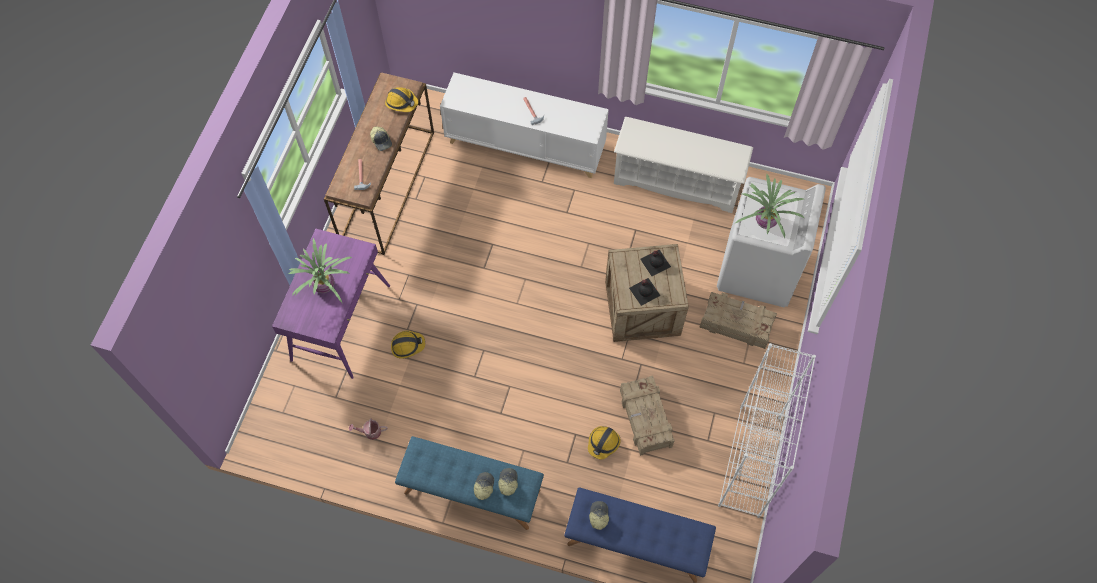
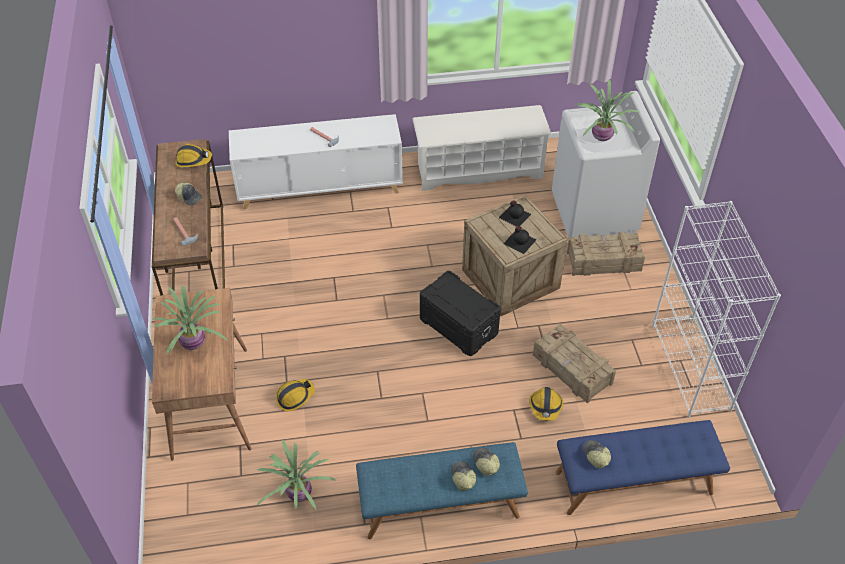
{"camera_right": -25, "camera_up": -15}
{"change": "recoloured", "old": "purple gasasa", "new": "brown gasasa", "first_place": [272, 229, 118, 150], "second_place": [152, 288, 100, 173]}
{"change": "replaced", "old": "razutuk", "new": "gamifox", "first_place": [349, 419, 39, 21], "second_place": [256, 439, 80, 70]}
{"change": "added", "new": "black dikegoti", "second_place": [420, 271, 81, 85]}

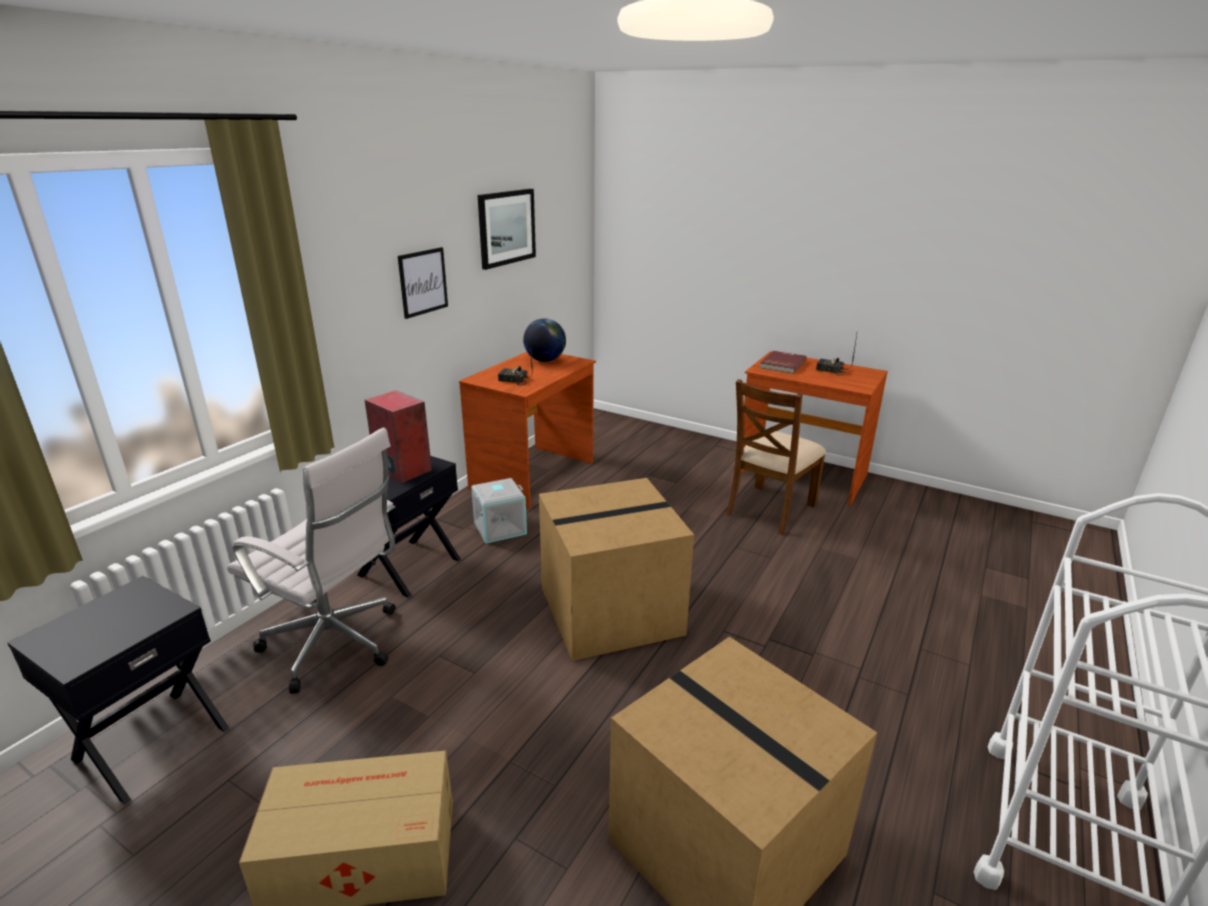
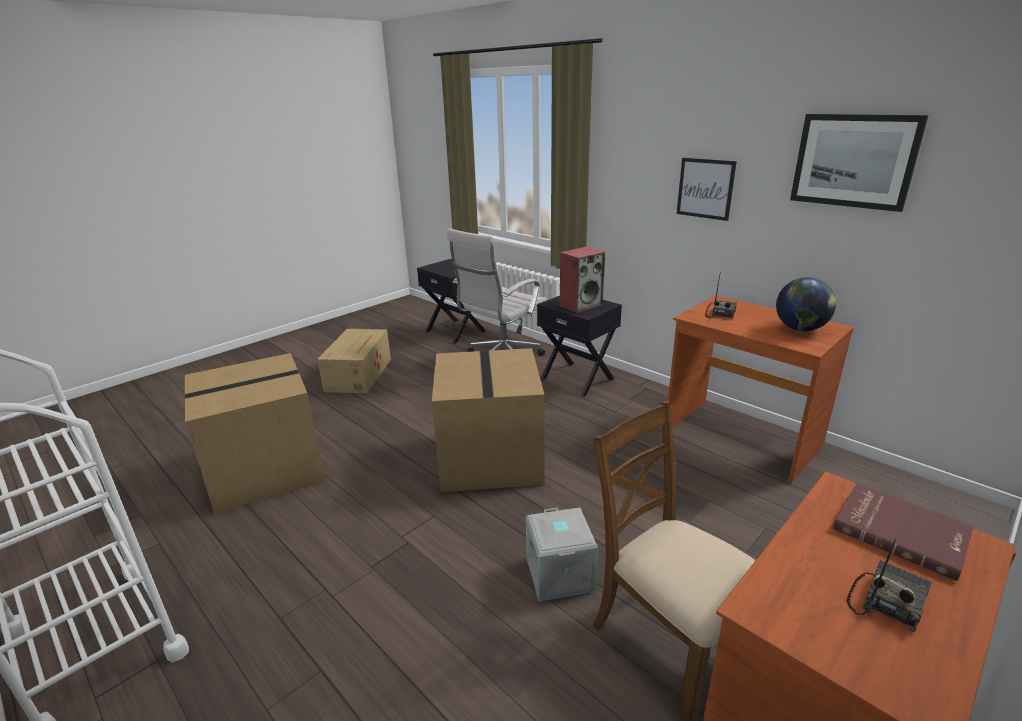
{"camera_right": 105, "camera_up": 0}
{"change": "moved", "old": "grey dikegoti", "first_place": [471, 478, 56, 65], "second_place": [526, 508, 72, 93]}

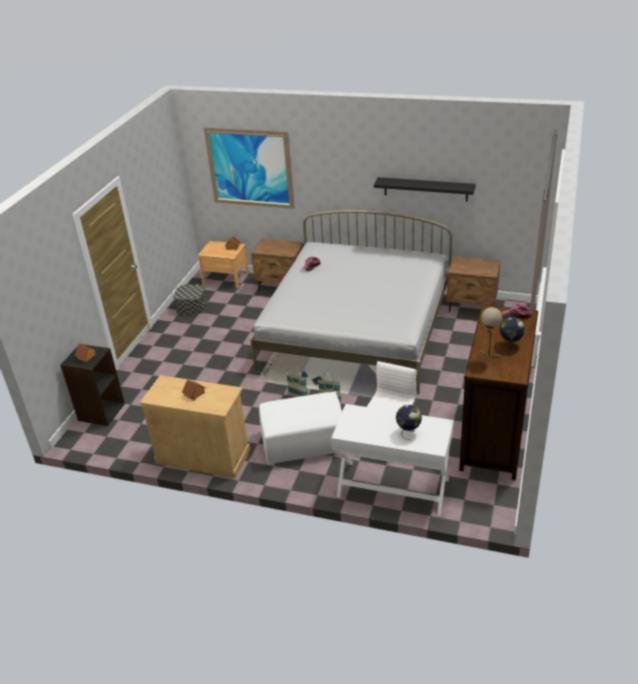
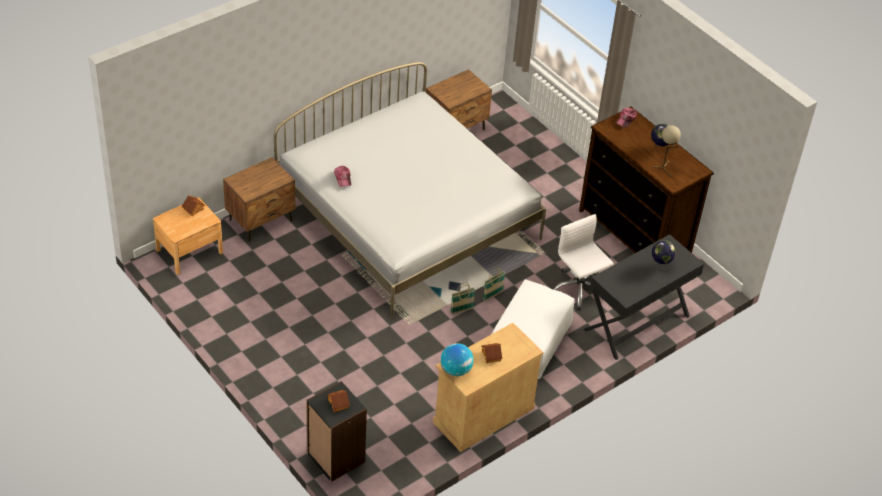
{"camera_right": -60, "camera_up": 10}
{"change": "removed", "old": "dikegoti", "first_place": [173, 284, 34, 31]}
{"change": "removed", "old": "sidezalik", "first_place": [204, 127, 91, 82]}
{"change": "recoloured", "old": "white gasasa", "new": "black gasasa", "first_place": [331, 404, 123, 112], "second_place": [584, 234, 120, 126]}
{"change": "removed", "old": "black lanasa", "first_place": [374, 177, 102, 24]}
{"change": "added", "new": "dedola", "second_place": [441, 343, 33, 33]}

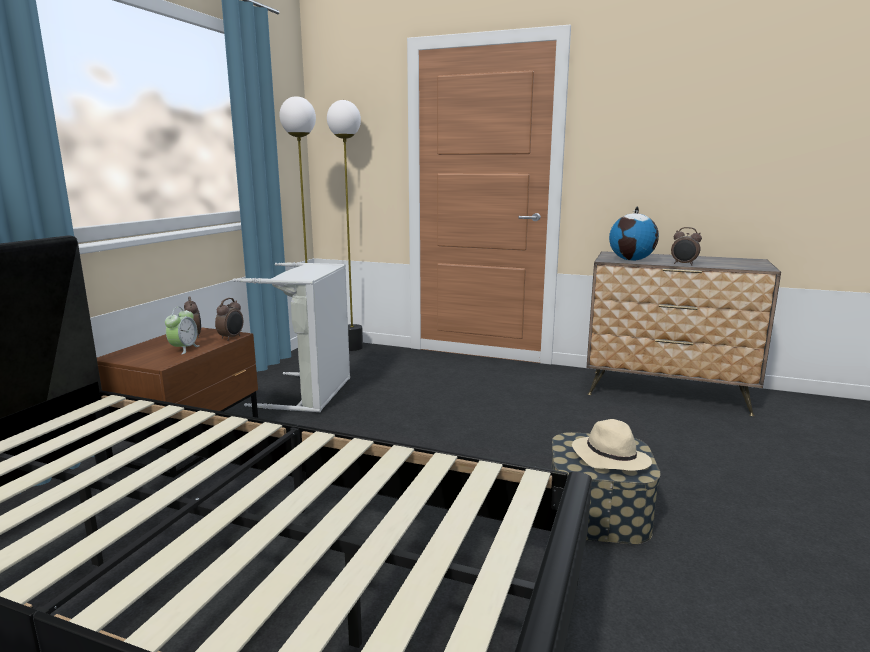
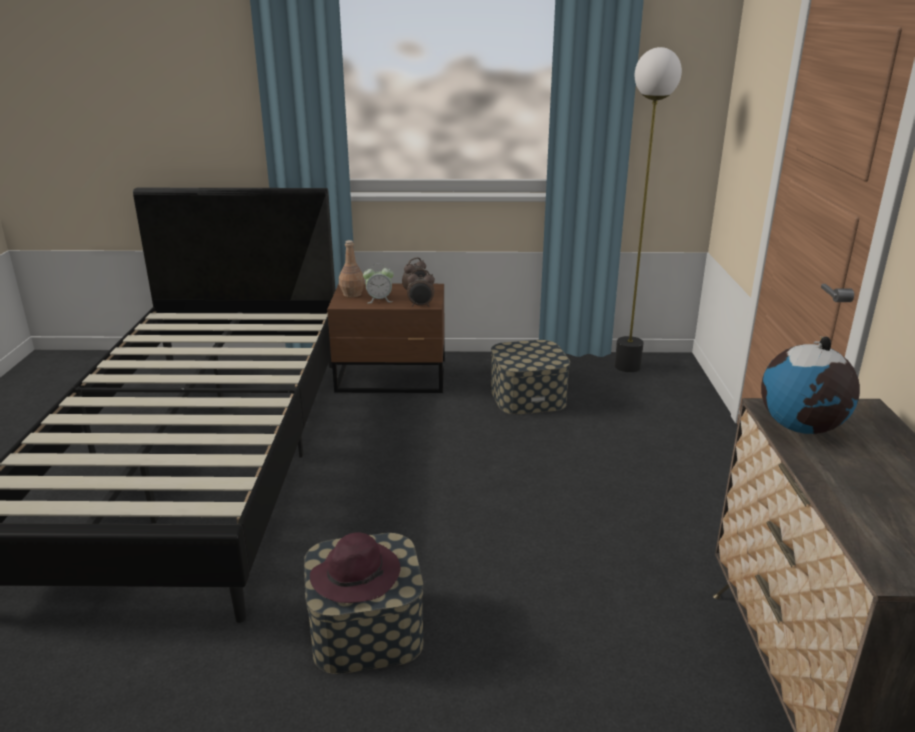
{"camera_right": 70, "camera_up": 10}
{"change": "replaced", "old": "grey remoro", "new": "dikegoti", "first_place": [232, 262, 118, 150], "second_place": [491, 340, 79, 75]}
{"change": "removed", "old": "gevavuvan", "first_place": [327, 100, 36, 251]}
{"change": "recoloured", "old": "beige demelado", "new": "purple demelado", "first_place": [572, 419, 80, 52], "second_place": [310, 532, 90, 71]}
{"change": "removed", "old": "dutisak", "first_place": [671, 227, 31, 39]}
{"change": "added", "new": "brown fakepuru", "second_place": [339, 240, 26, 58]}

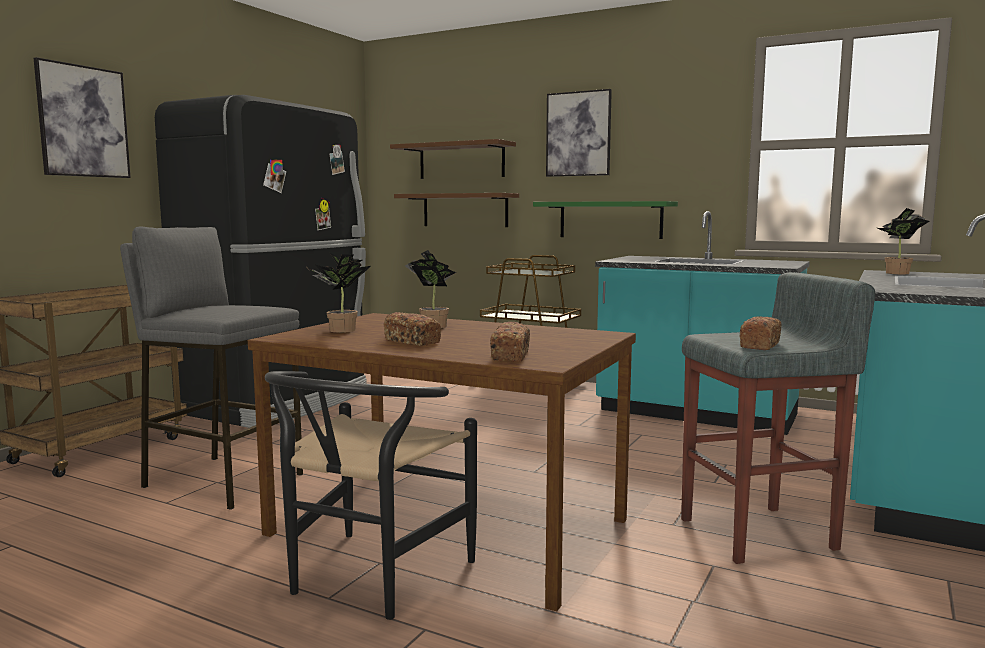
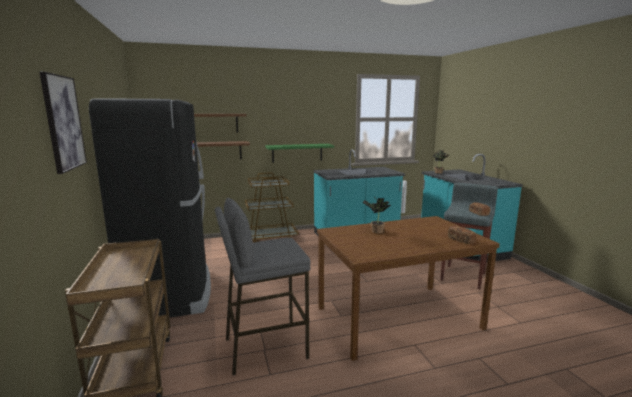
{"camera_right": -45, "camera_up": 5}
{"change": "removed", "old": "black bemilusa", "first_place": [265, 371, 212, 249]}
{"change": "removed", "old": "gamifox", "first_place": [307, 252, 63, 81]}
{"change": "removed", "old": "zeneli", "first_place": [384, 312, 57, 34]}
{"change": "removed", "old": "sidezalik", "first_place": [546, 89, 66, 88]}

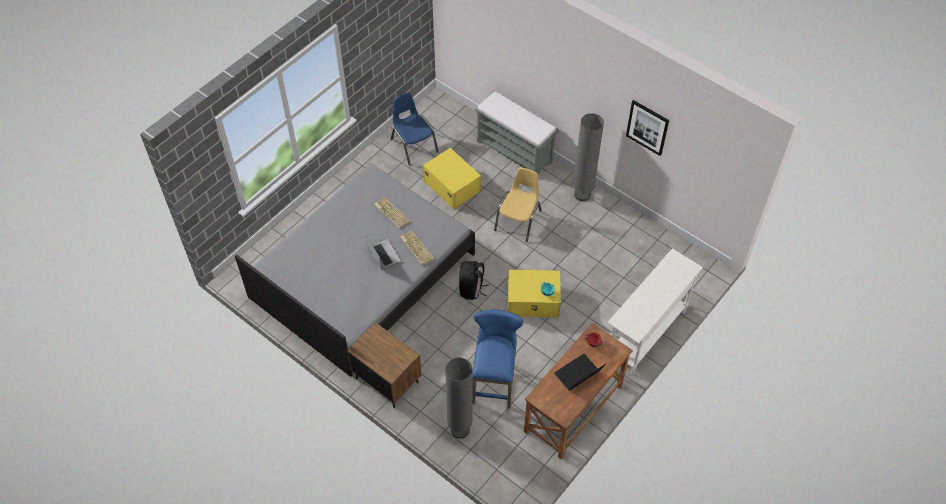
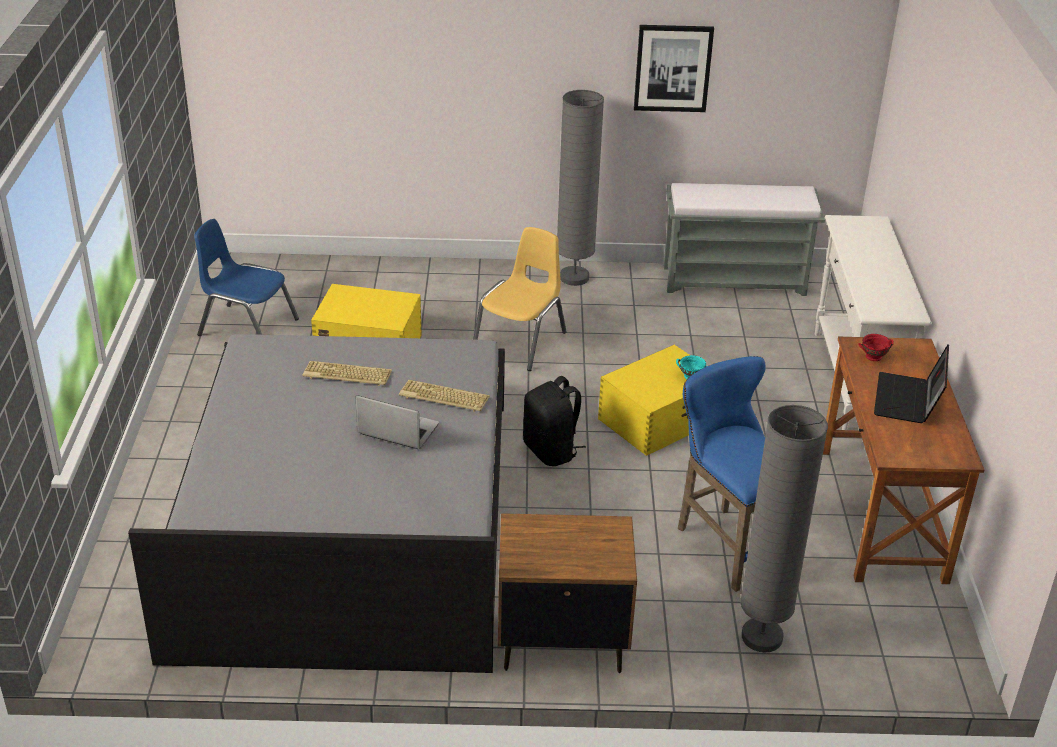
{"camera_right": -40, "camera_up": -20}
{"change": "moved", "old": "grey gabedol", "first_place": [475, 90, 84, 85], "second_place": [664, 183, 161, 113]}
{"change": "turned", "old": "yellow bemilusa", "first_place": [494, 167, 48, 75], "second_place": [473, 227, 94, 144], "degrees": 45}

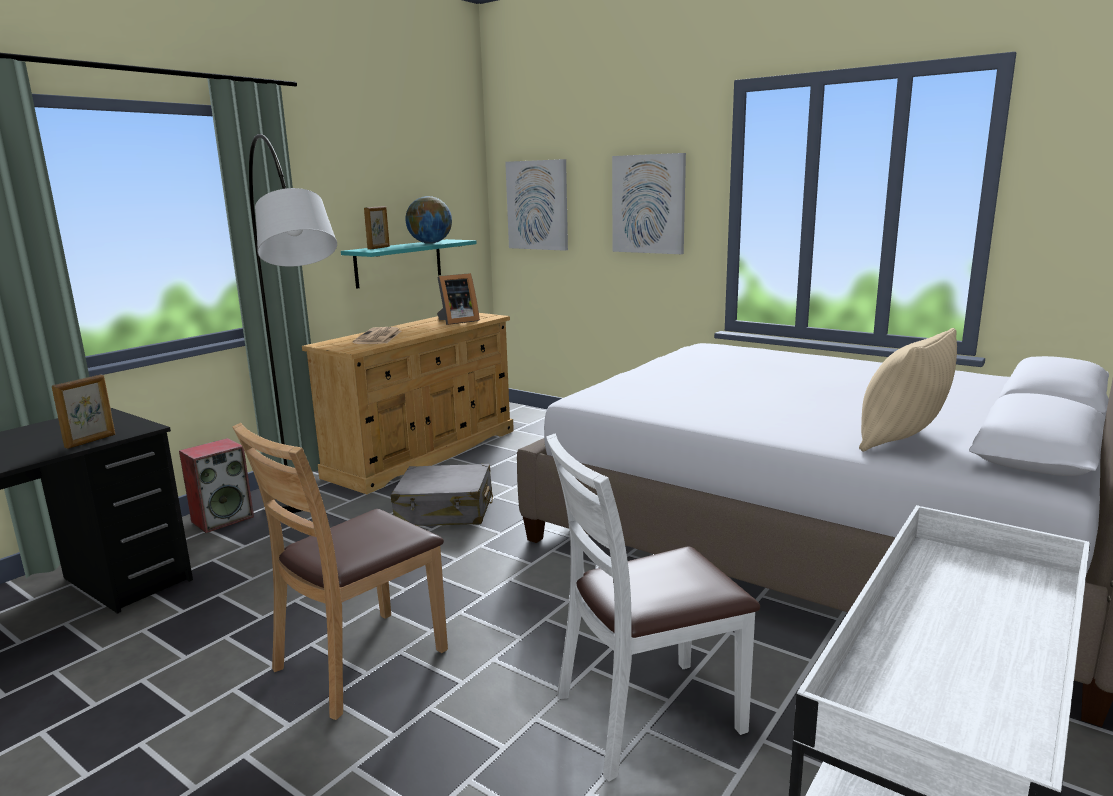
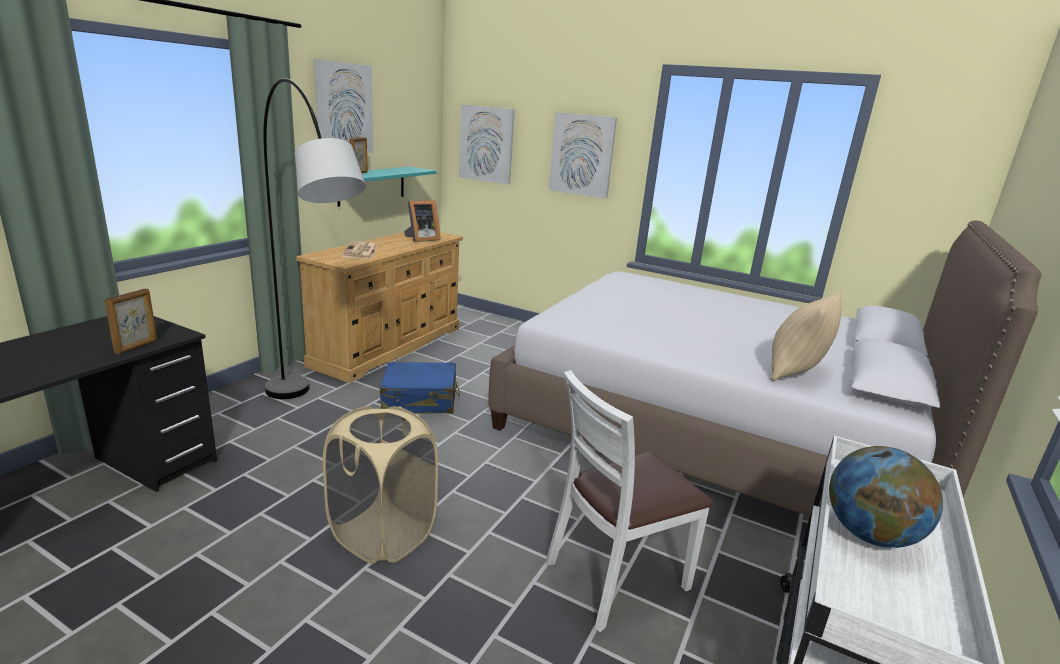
{"camera_right": -10, "camera_up": 5}
{"change": "removed", "old": "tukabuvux", "first_place": [179, 438, 75, 95]}
{"change": "replaced", "old": "brown bemilusa", "new": "beige remoro", "first_place": [232, 423, 216, 297], "second_place": [323, 406, 115, 158]}
{"change": "recoloured", "old": "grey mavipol", "new": "blue mavipol", "first_place": [391, 464, 102, 62], "second_place": [380, 362, 80, 52]}
{"change": "moved", "old": "dedola", "first_place": [405, 196, 47, 48], "second_place": [829, 446, 114, 102]}
{"change": "added", "new": "sidezalik", "second_place": [314, 59, 59, 94]}

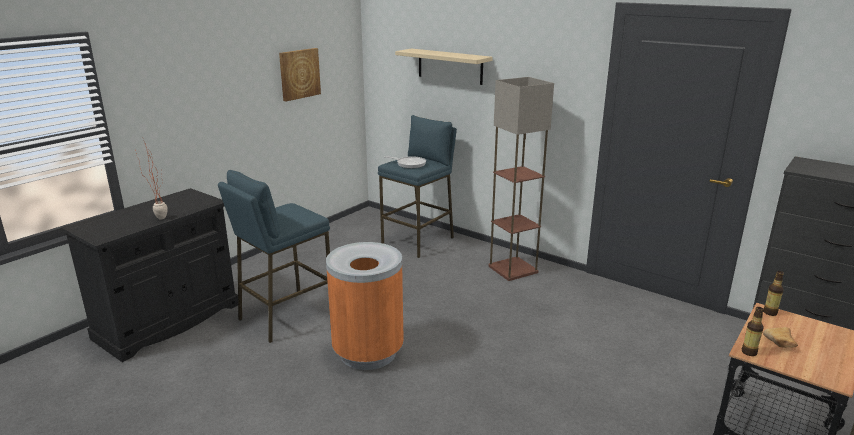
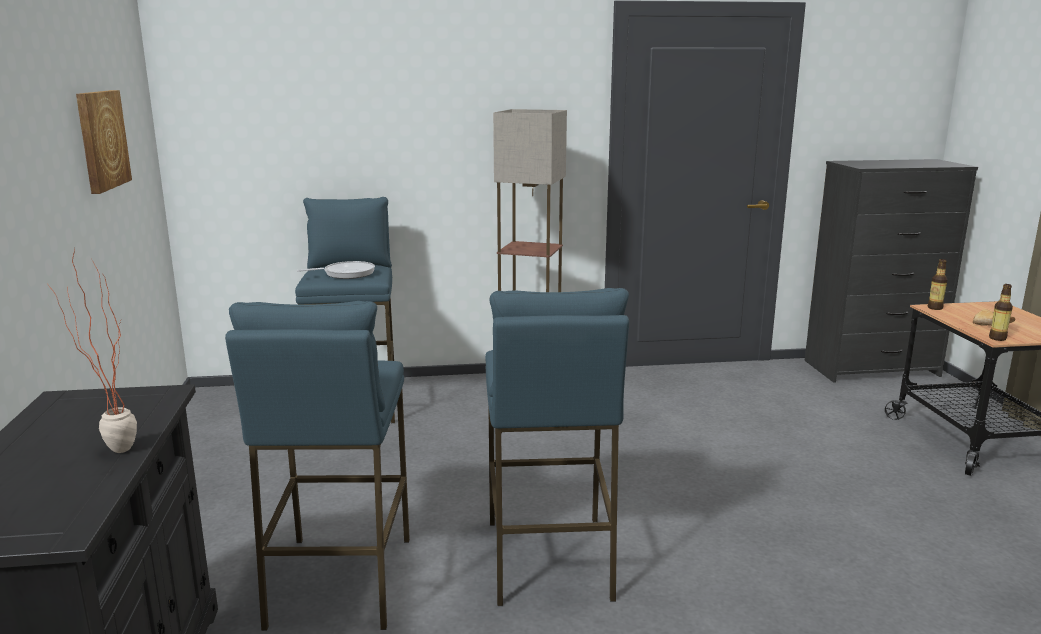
{"camera_right": -45, "camera_up": -5}
{"change": "replaced", "old": "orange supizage", "new": "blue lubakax", "first_place": [326, 242, 78, 128], "second_place": [485, 288, 144, 318]}
{"change": "removed", "old": "beige lanasa", "first_place": [395, 49, 98, 36]}

